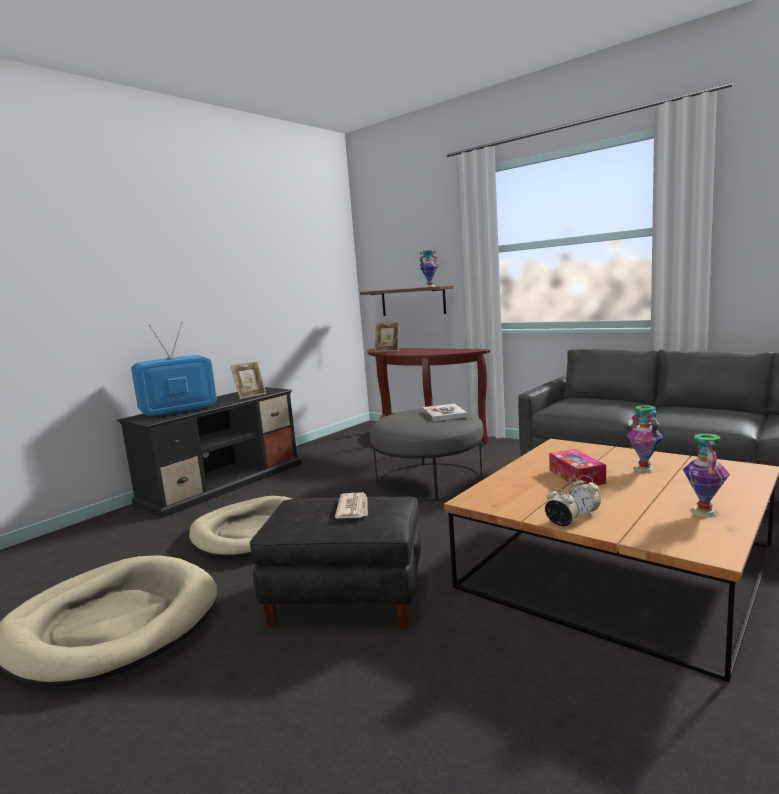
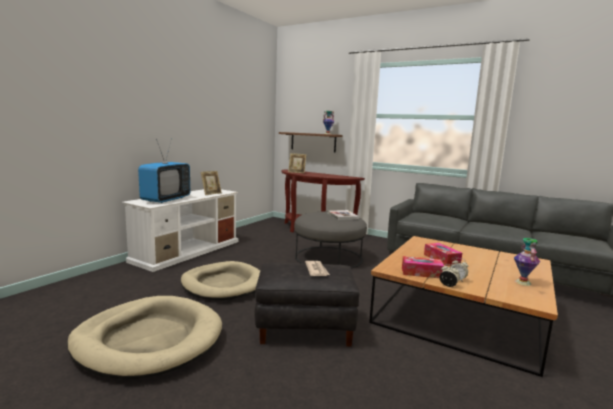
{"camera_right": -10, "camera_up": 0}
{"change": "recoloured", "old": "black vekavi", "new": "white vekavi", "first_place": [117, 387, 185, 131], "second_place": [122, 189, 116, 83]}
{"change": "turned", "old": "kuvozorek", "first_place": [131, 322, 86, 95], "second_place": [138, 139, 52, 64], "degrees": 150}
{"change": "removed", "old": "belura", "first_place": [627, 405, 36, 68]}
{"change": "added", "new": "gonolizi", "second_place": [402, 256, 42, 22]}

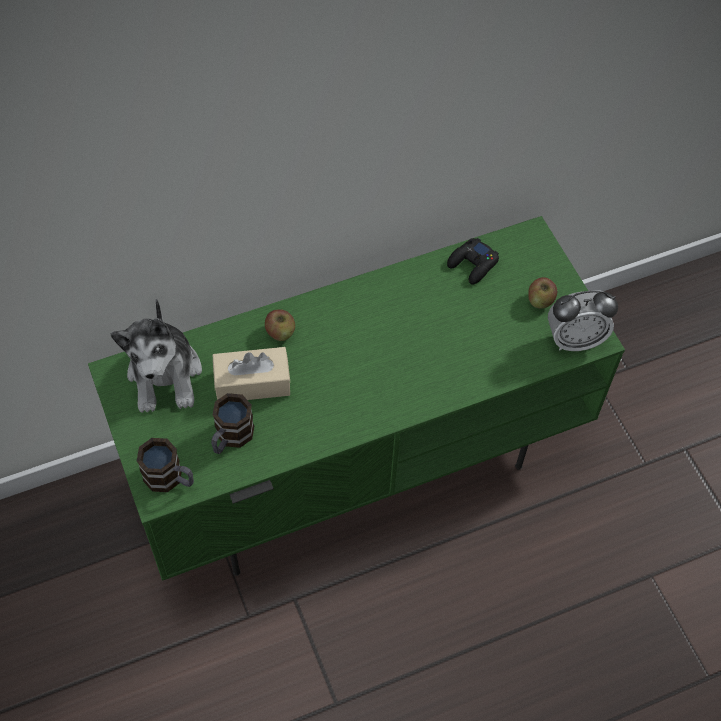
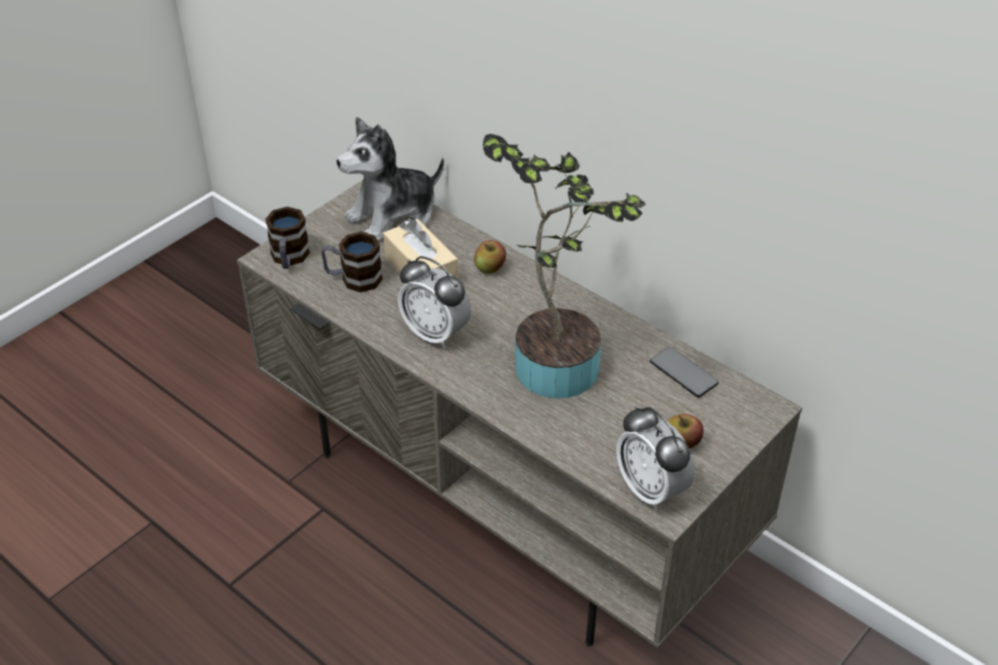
{"camera_right": 65, "camera_up": -15}
{"change": "recoloured", "old": "green vekavi", "new": "grey vekavi", "first_place": [88, 216, 537, 365], "second_place": [237, 180, 565, 468]}
{"change": "replaced", "old": "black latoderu", "new": "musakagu", "first_place": [447, 238, 52, 47], "second_place": [650, 347, 69, 51]}
{"change": "added", "new": "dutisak", "second_place": [398, 256, 73, 93]}
{"change": "added", "new": "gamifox", "second_place": [483, 134, 163, 265]}

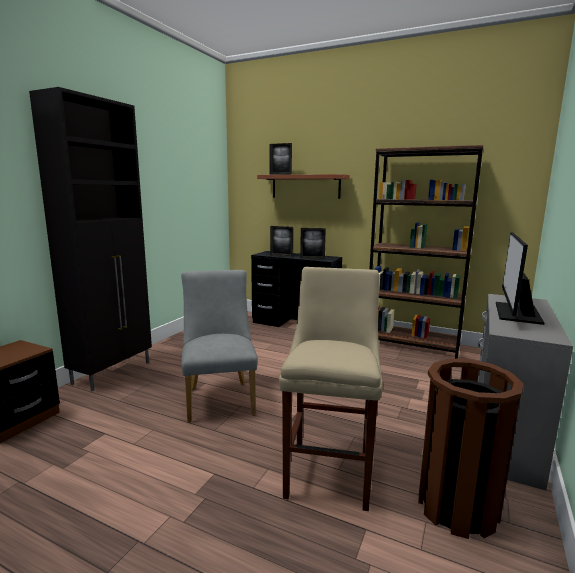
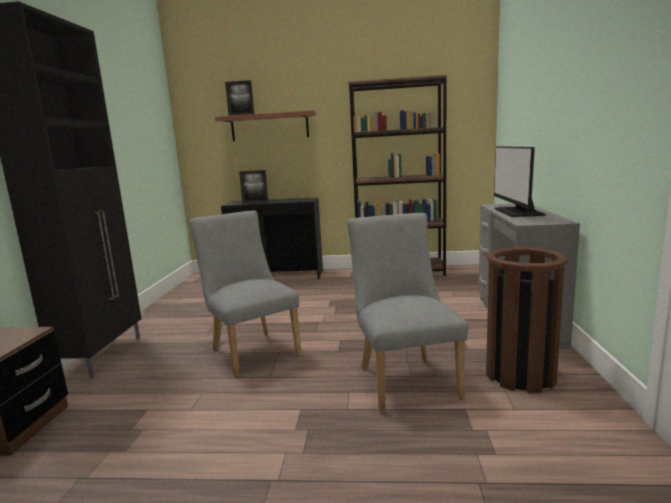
{"camera_right": -20, "camera_up": 0}
{"change": "replaced", "old": "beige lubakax", "new": "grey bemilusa", "first_place": [279, 267, 104, 244], "second_place": [347, 213, 121, 200]}
{"change": "removed", "old": "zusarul", "first_place": [300, 228, 26, 31]}

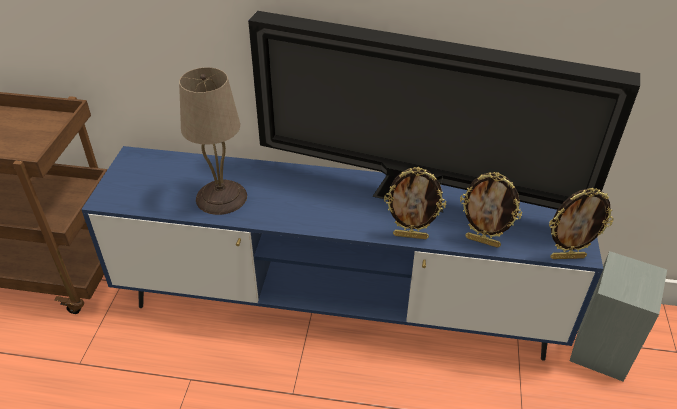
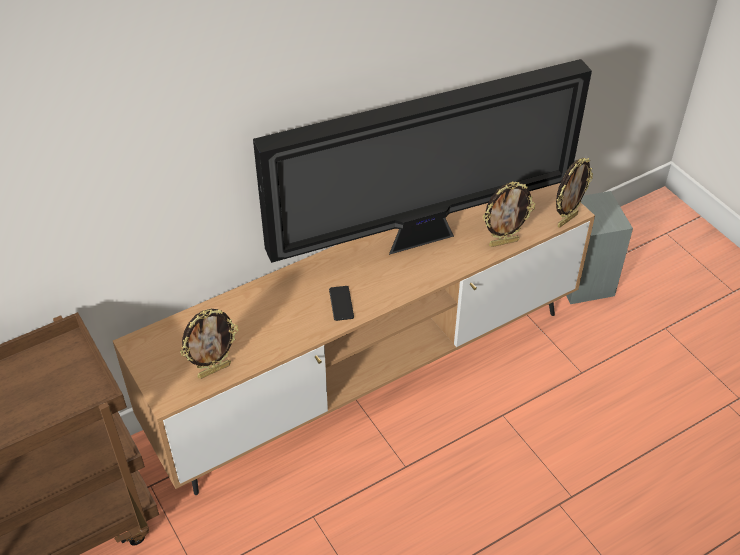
{"camera_right": -40, "camera_up": 5}
{"change": "recoloured", "old": "blue vekavi", "new": "brown vekavi", "first_place": [81, 146, 522, 215], "second_place": [113, 183, 482, 312]}
{"change": "removed", "old": "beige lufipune", "first_place": [179, 67, 68, 148]}
{"change": "moved", "old": "zusarul", "first_place": [384, 167, 62, 72], "second_place": [180, 309, 58, 70]}
{"change": "added", "new": "musakagu", "second_place": [329, 286, 25, 35]}

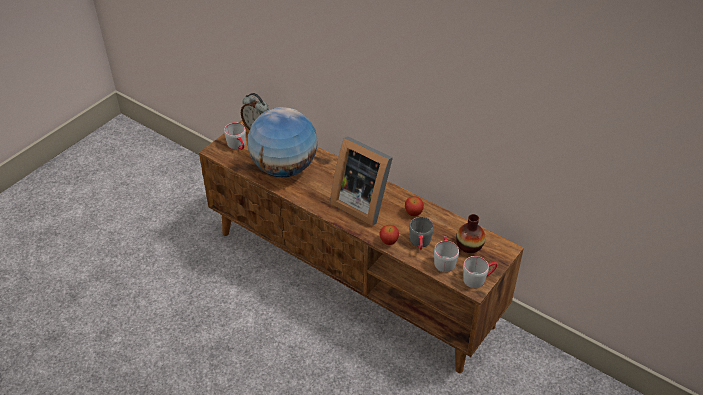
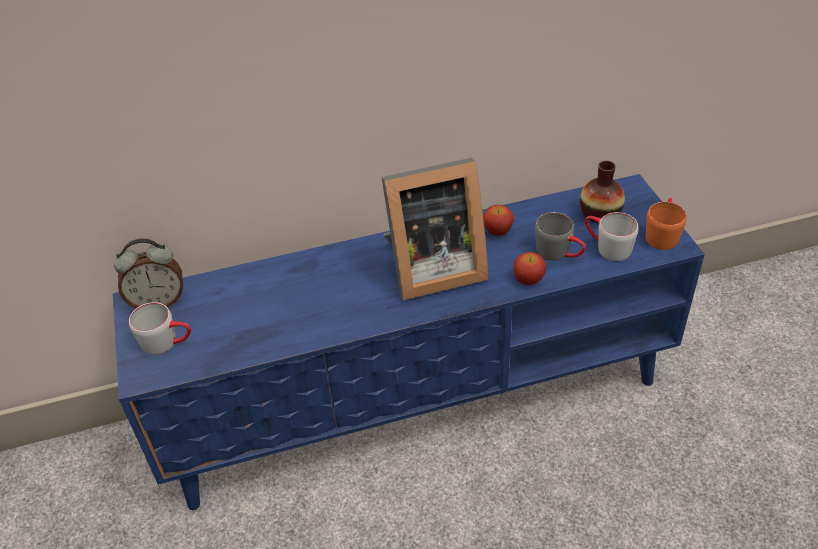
{"camera_right": -50, "camera_up": 0}
{"change": "recoloured", "old": "brown vekavi", "new": "blue vekavi", "first_place": [199, 120, 325, 253], "second_place": [113, 174, 592, 336]}
{"change": "removed", "old": "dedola", "first_place": [247, 107, 71, 70]}
{"change": "recoloured", "old": "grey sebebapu", "new": "orange sebebapu", "first_place": [463, 256, 35, 32], "second_place": [646, 198, 41, 52]}

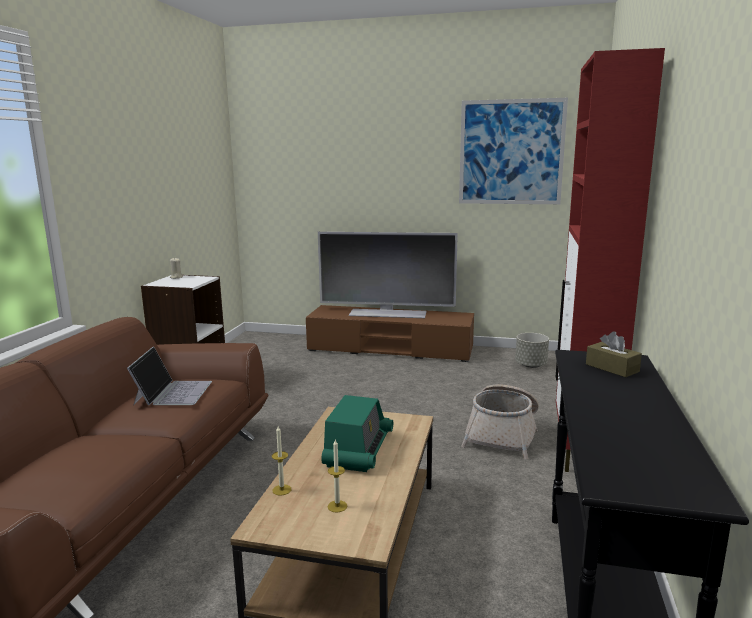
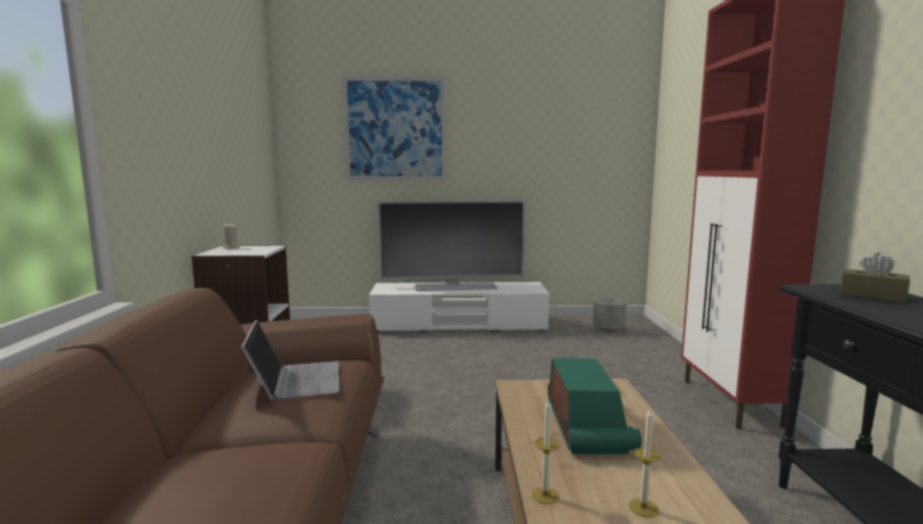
{"camera_right": -15, "camera_up": -5}
{"change": "recoloured", "old": "brown vekavi", "new": "white vekavi", "first_place": [306, 305, 168, 57], "second_place": [369, 282, 180, 50]}
{"change": "moved", "old": "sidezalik", "first_place": [459, 98, 109, 106], "second_place": [343, 77, 103, 103]}
{"change": "removed", "old": "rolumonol", "first_place": [461, 385, 78, 74]}

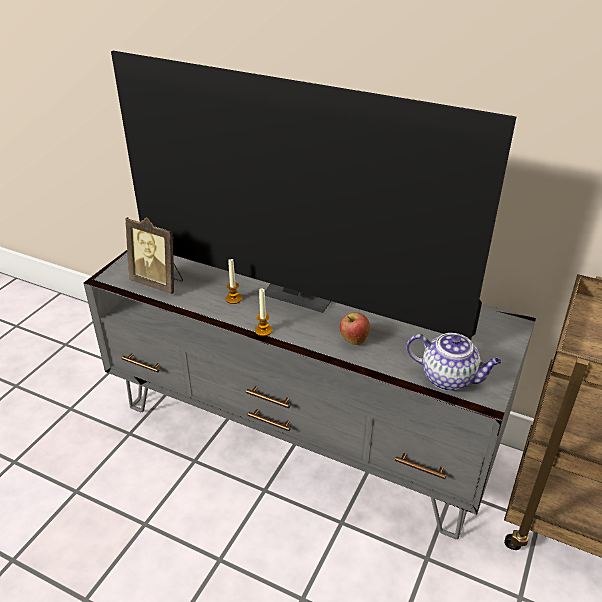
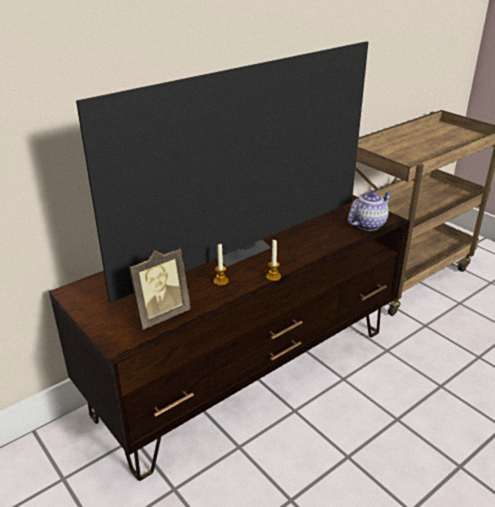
{"camera_right": -65, "camera_up": -5}
{"change": "recoloured", "old": "grey vekavi", "new": "brown vekavi", "first_place": [84, 250, 452, 289], "second_place": [49, 195, 361, 286]}
{"change": "removed", "old": "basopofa", "first_place": [340, 313, 30, 32]}

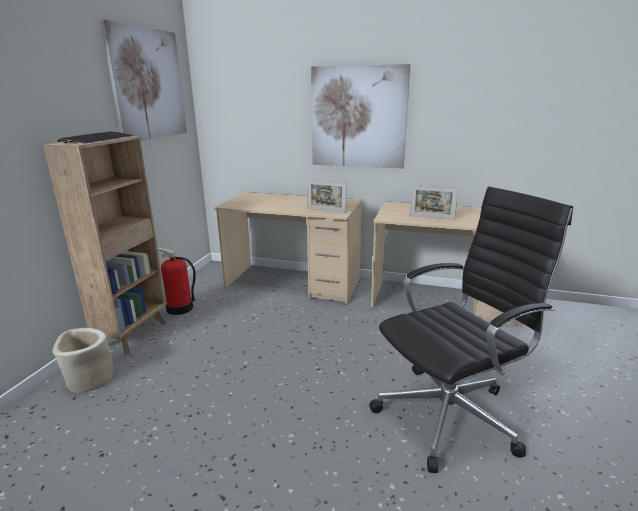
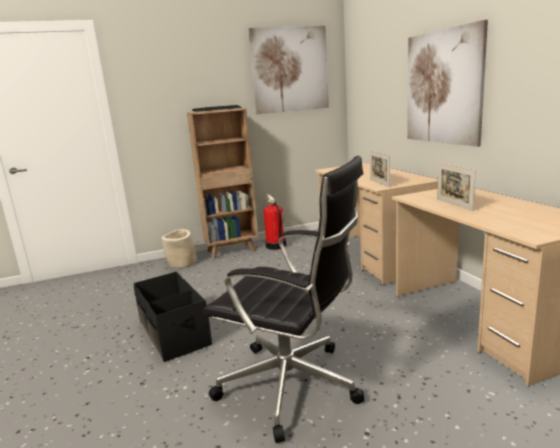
{"camera_right": 55, "camera_up": -5}
{"change": "added", "new": "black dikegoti", "second_place": [134, 272, 78, 90]}

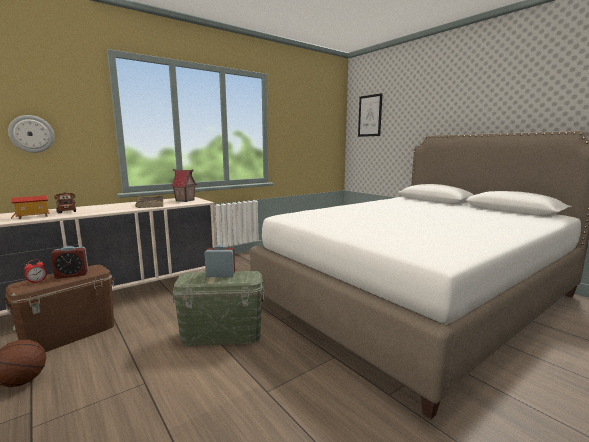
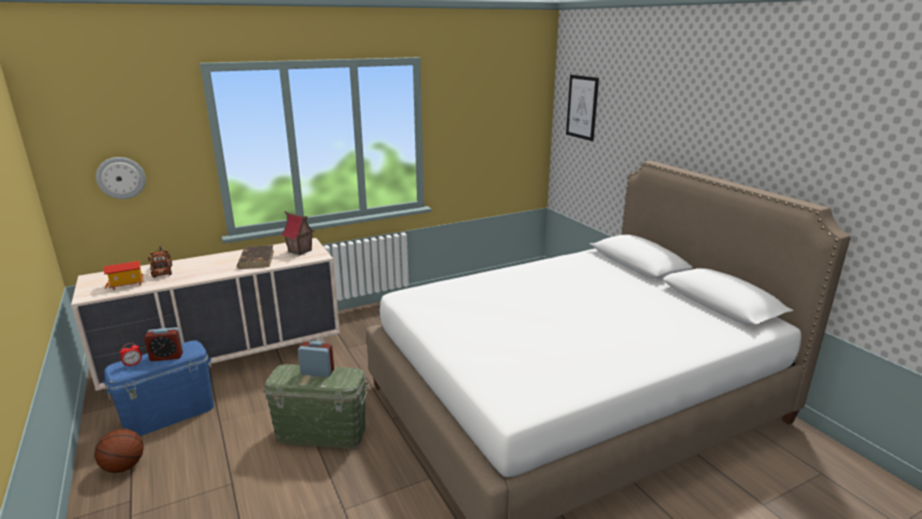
{"camera_right": 10, "camera_up": 10}
{"change": "recoloured", "old": "brown dikegoti", "new": "blue dikegoti", "first_place": [3, 265, 111, 87], "second_place": [103, 340, 111, 96]}

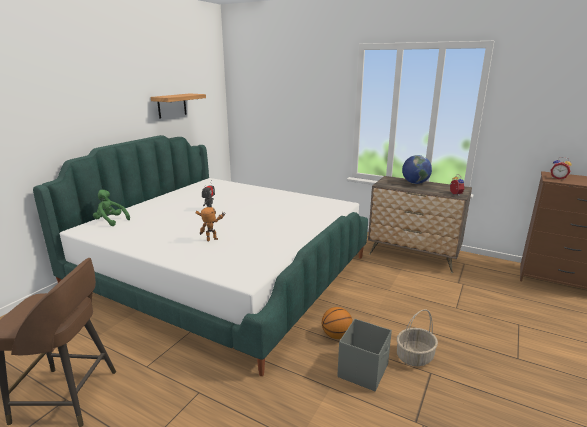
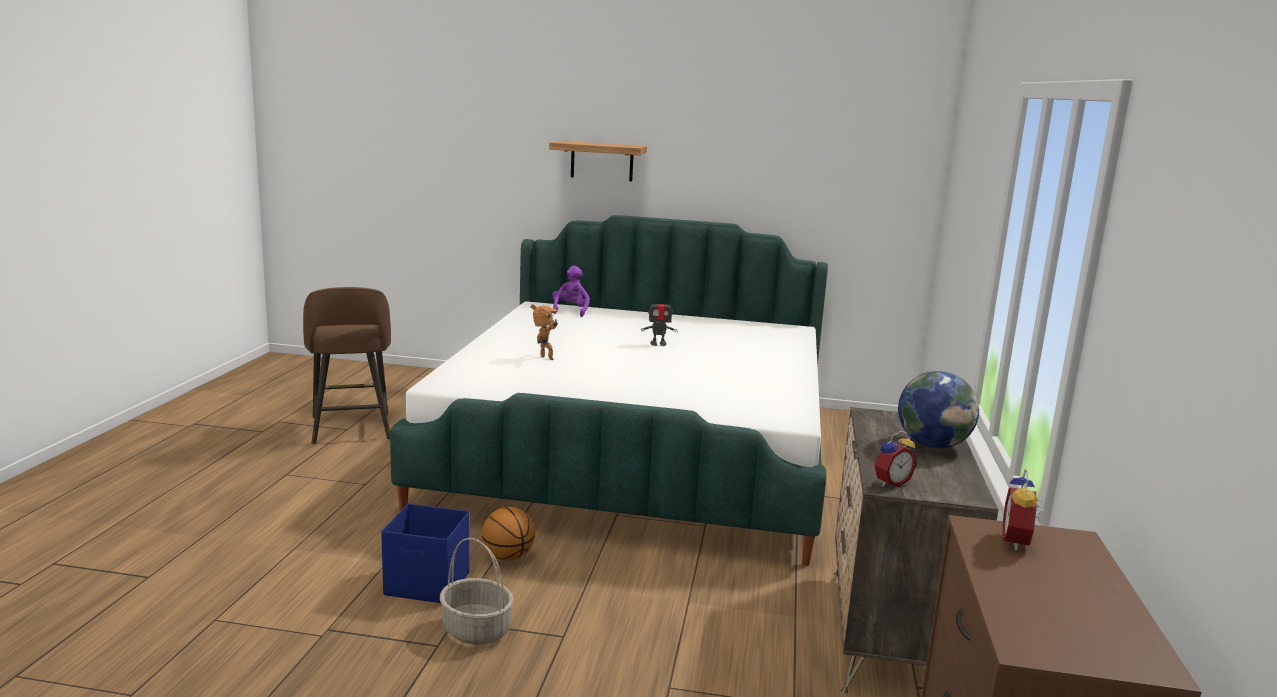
{"camera_right": 70, "camera_up": -5}
{"change": "recoloured", "old": "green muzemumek", "new": "purple muzemumek", "first_place": [93, 190, 37, 36], "second_place": [552, 266, 38, 51]}
{"change": "moved", "old": "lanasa", "first_place": [151, 93, 55, 26], "second_place": [549, 141, 98, 40]}
{"change": "recoloured", "old": "grey dikegoti", "new": "blue dikegoti", "first_place": [337, 319, 55, 72], "second_place": [381, 504, 89, 99]}

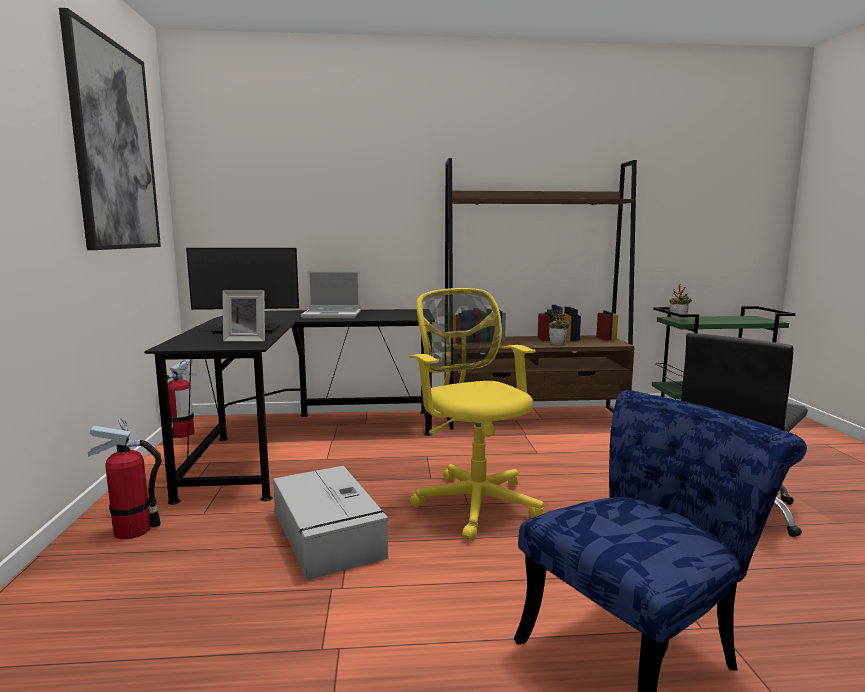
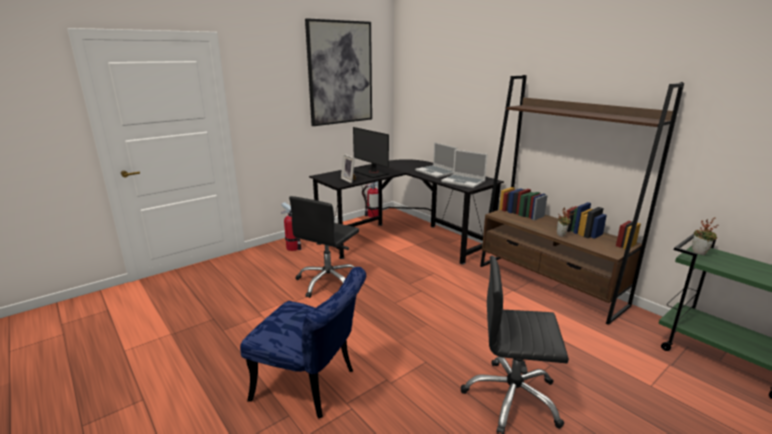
{"camera_right": 55, "camera_up": 10}
{"change": "replaced", "old": "grey dikegoti", "new": "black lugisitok", "first_place": [273, 466, 116, 114], "second_place": [289, 196, 70, 102]}
{"change": "removed", "old": "yellow lugisitok", "first_place": [409, 288, 135, 254]}
{"change": "added", "new": "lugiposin", "second_place": [441, 150, 46, 38]}

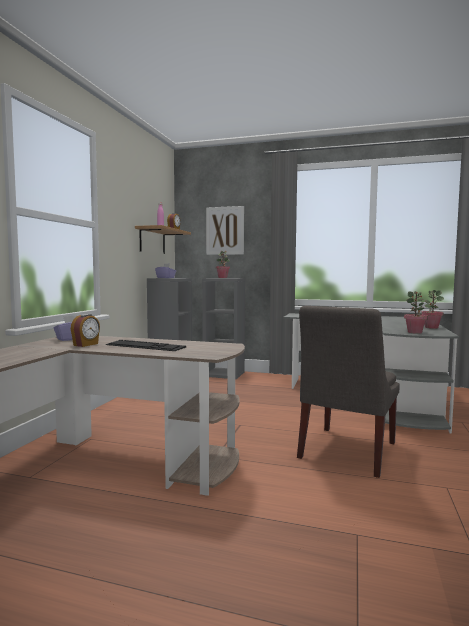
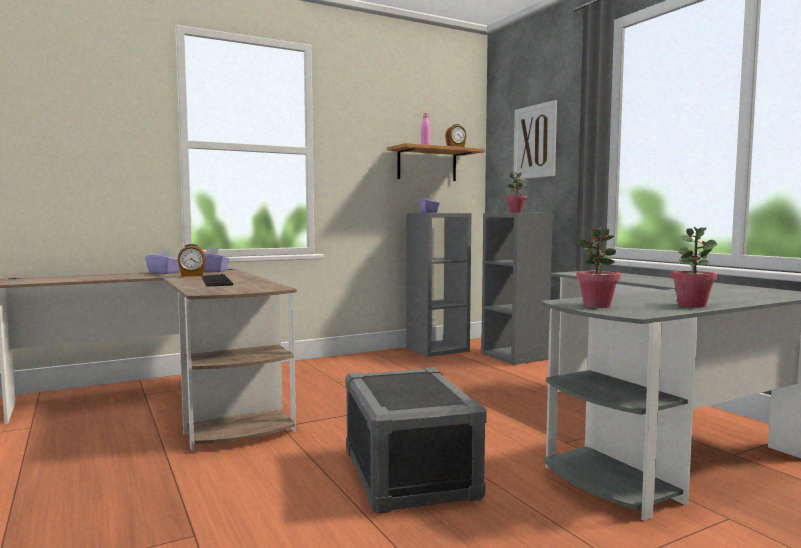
{"camera_right": 45, "camera_up": 0}
{"change": "replaced", "old": "grey bemilusa", "new": "grey dikegoti", "first_place": [297, 306, 103, 172], "second_place": [345, 367, 142, 147]}
{"change": "added", "new": "purple gonolizi", "second_place": [145, 248, 35, 26]}

